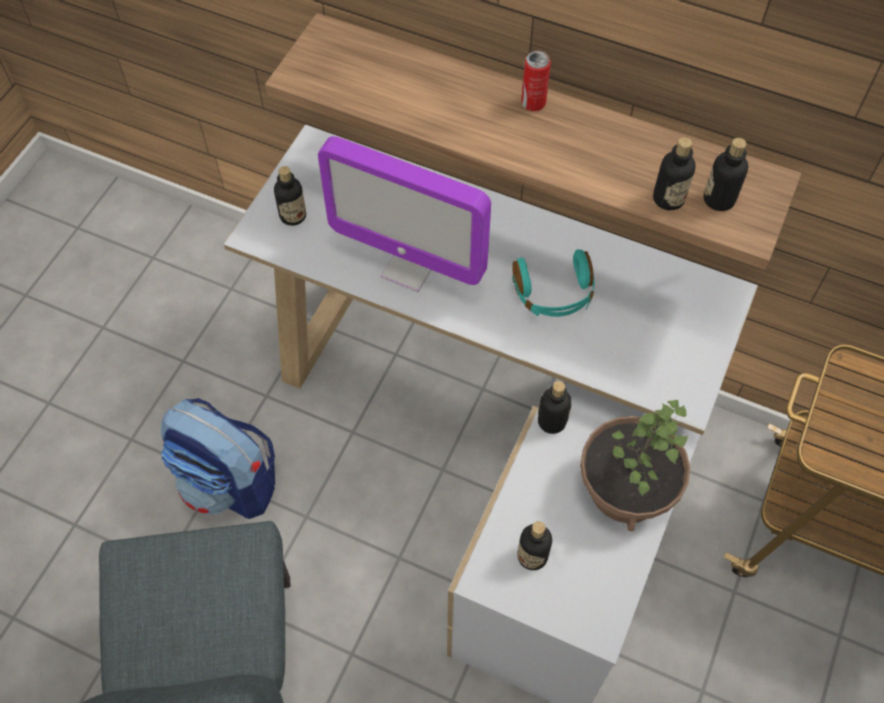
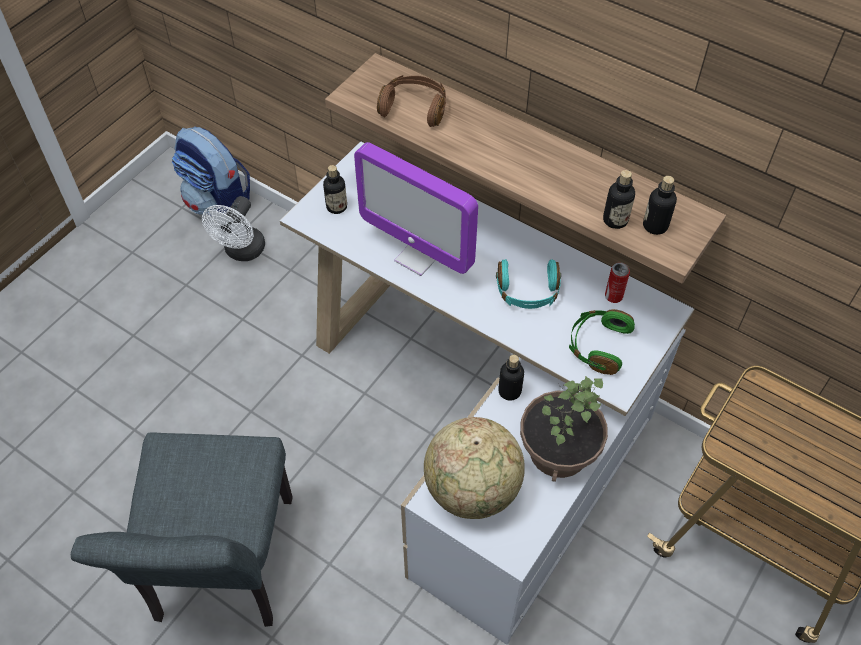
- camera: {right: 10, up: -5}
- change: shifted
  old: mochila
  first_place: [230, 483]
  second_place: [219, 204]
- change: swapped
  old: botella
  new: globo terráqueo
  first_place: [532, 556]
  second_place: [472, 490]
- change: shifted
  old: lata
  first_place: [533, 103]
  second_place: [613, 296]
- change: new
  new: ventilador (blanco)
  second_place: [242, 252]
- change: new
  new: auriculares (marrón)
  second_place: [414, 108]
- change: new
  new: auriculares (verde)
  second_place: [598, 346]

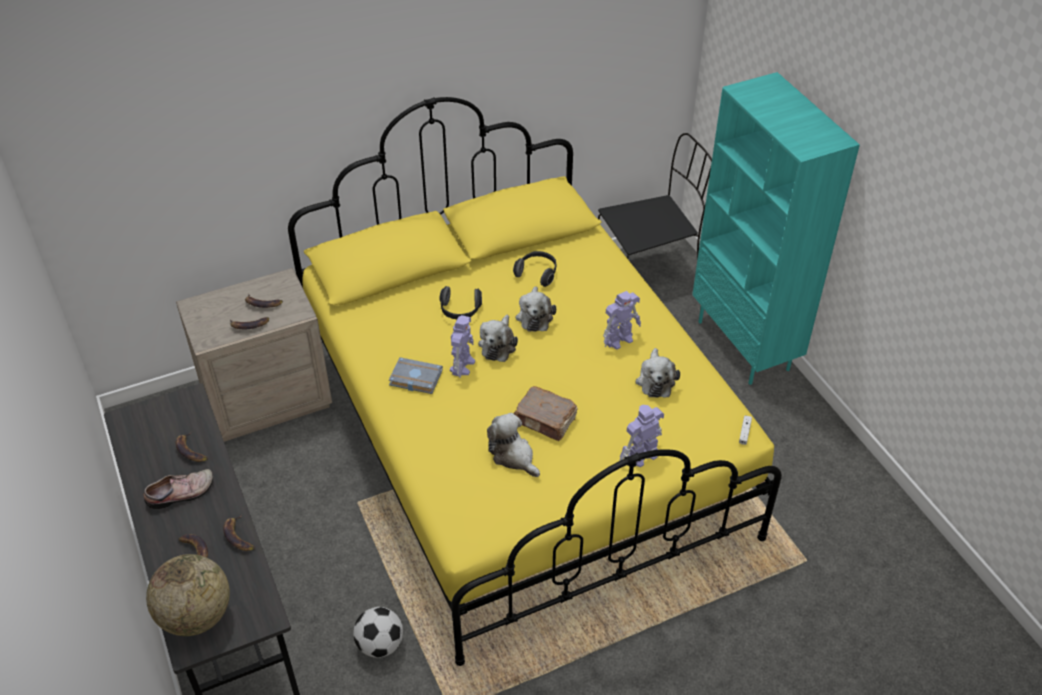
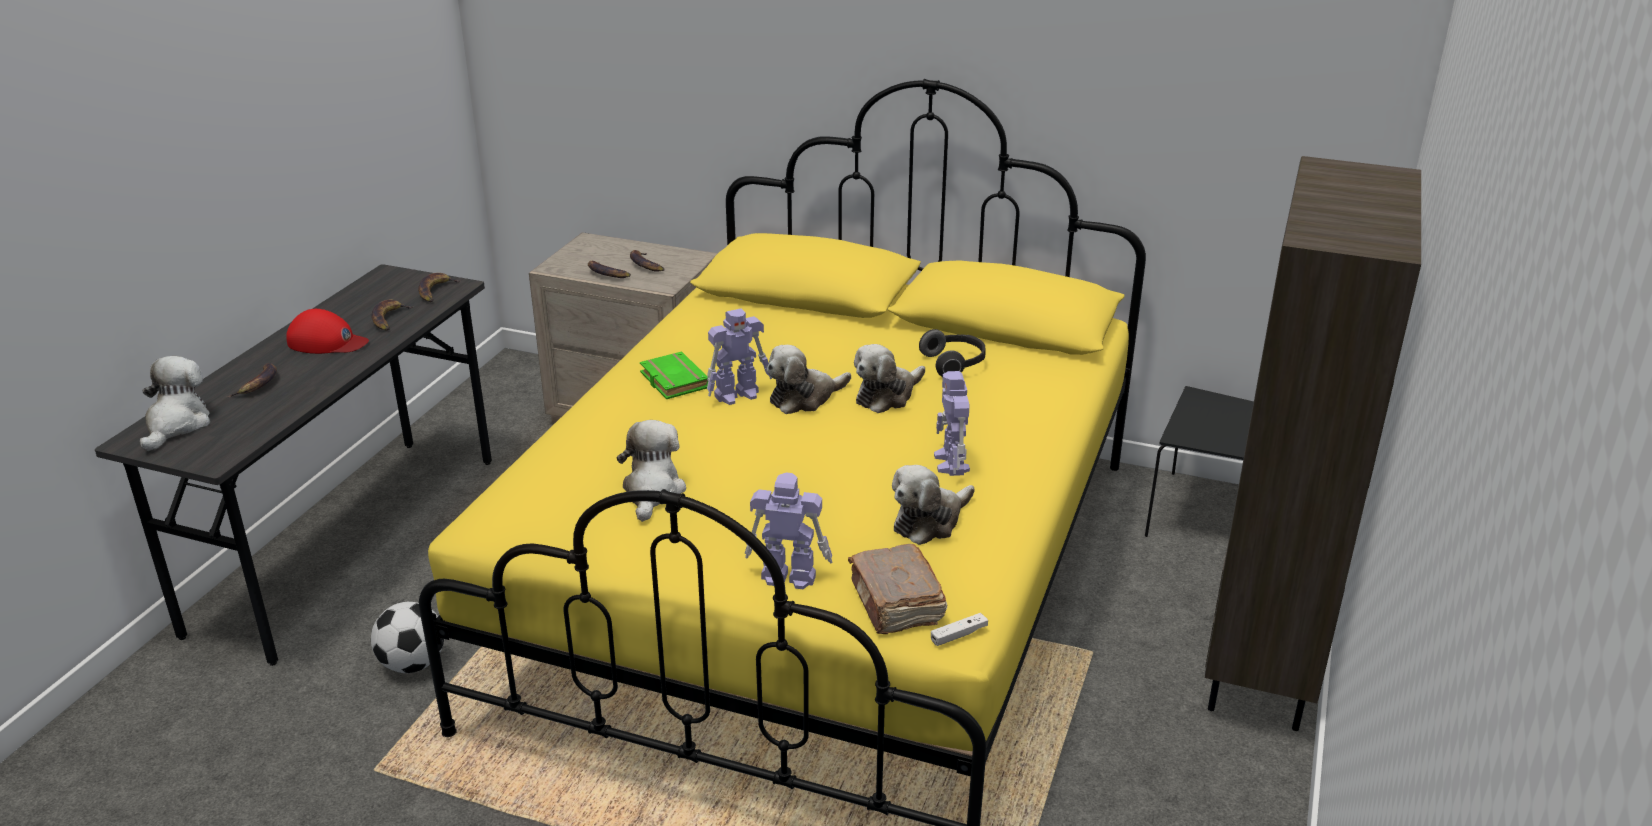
- camera: {right: 45, up: -15}
- change: swapped
  old: zapato
  new: gorra (rojo)
  first_place: [182, 494]
  second_place: [327, 342]
- change: swapped
  old: globo terráqueo
  new: peluche
  first_place: [196, 616]
  second_place: [177, 425]
- change: shifted
  old: plátano
  first_place: [238, 536]
  second_place: [436, 291]
- change: repainted
  old: libro (gris)
  new: libro (verde)
  first_place: [414, 379]
  second_place: [672, 380]
- change: gone
  old: auriculares
  first_place: [460, 311]
- change: shifted
  old: libro (marrón)
  first_place: [546, 421]
  second_place: [896, 604]
- change: rotated
  old: robot de juguete
  first_place: [619, 339]
  second_place: [951, 463]
  degrees: 75
- change: repainted
  old: estantería (turquesa)
  new: estantería (marrón)
  first_place: [744, 345]
  second_place: [1263, 665]

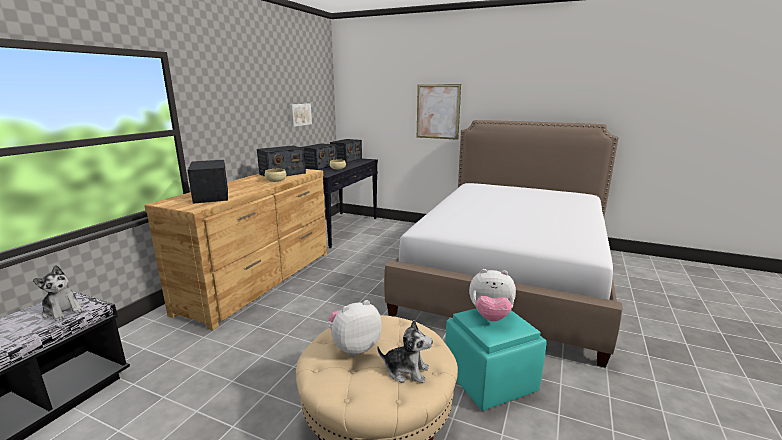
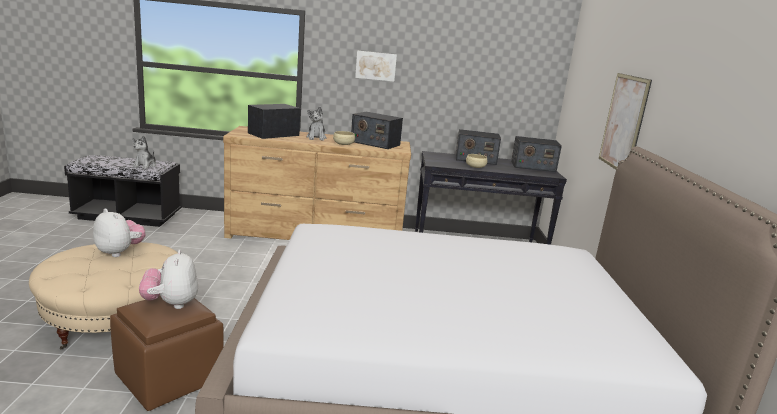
- camera: {right: 65, up: 0}
- change: shifted
  old: cuadro
  first_place: [299, 114]
  second_place: [376, 65]
- change: shifted
  old: peluche
  first_place: [406, 371]
  second_place: [316, 138]
- change: repainted
  old: puf (turquesa)
  new: puf (marrón)
  first_place: [488, 380]
  second_place: [169, 377]

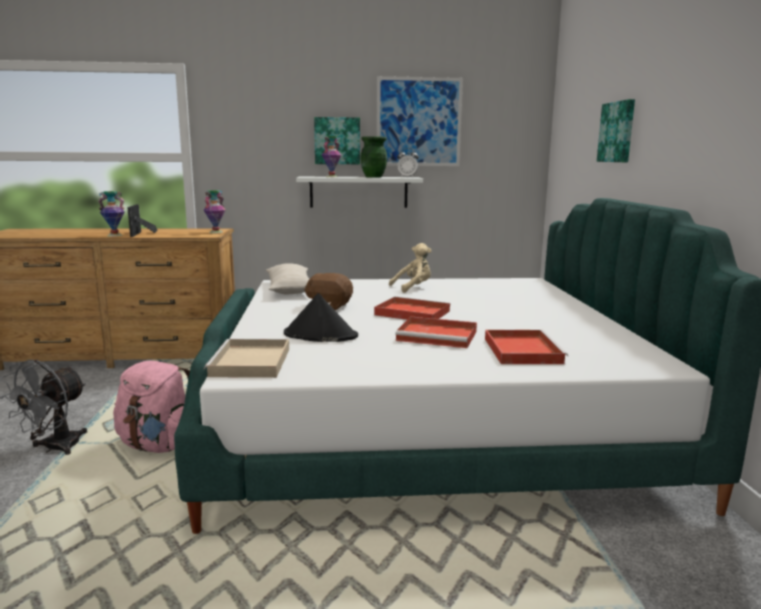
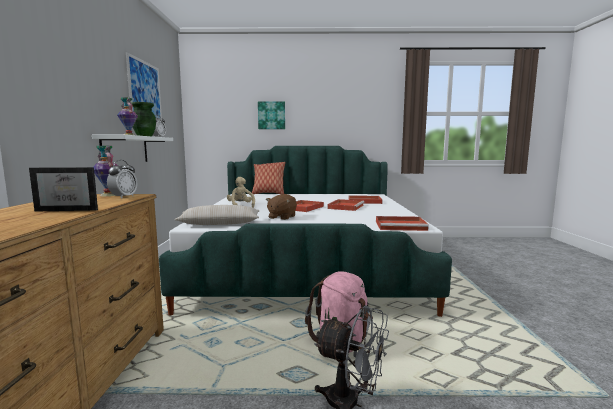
- camera: {right: -85, up: -5}
- change: gone
  old: florero
  first_place: [114, 235]
- change: repainted
  old: bandeja (beis)
  new: bandeja (rojo)
  first_place: [251, 363]
  second_place: [401, 226]
- change: gone
  old: sombrero (negro)
  first_place: [320, 335]
- change: gone
  old: cuadro
  first_place: [337, 141]
- change: new
  new: despertador
  second_place: [123, 197]
- change: new
  new: cojín
  second_place: [268, 193]

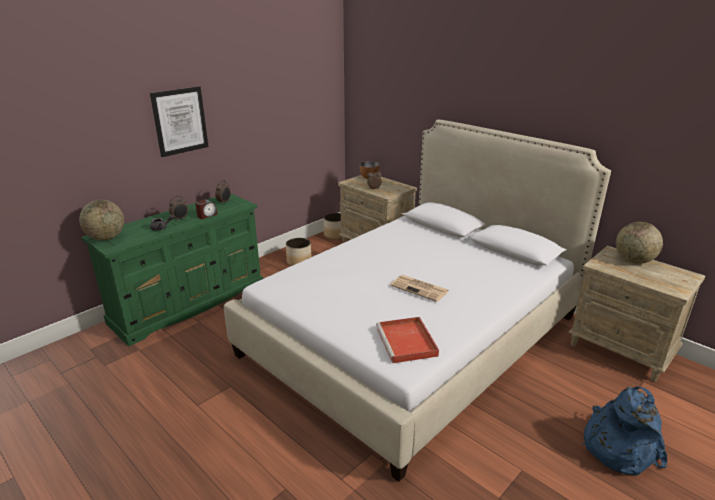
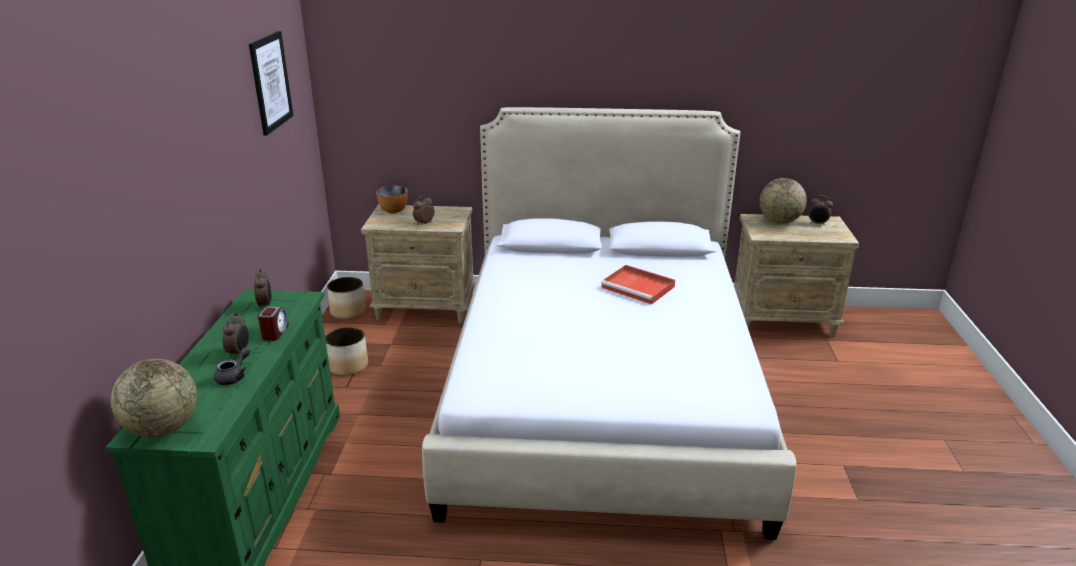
- camera: {right: -40, up: 0}
- change: shifted
  old: cuadro
  first_place: [180, 121]
  second_place: [270, 82]
- change: shifted
  old: bandeja (rojo)
  first_place: [407, 342]
  second_place: [639, 287]
- change: gone
  old: periódico
  first_place: [420, 288]
- change: gone
  old: mochila (azul)
  first_place: [617, 446]
- change: new
  new: despertador
  second_place: [817, 224]

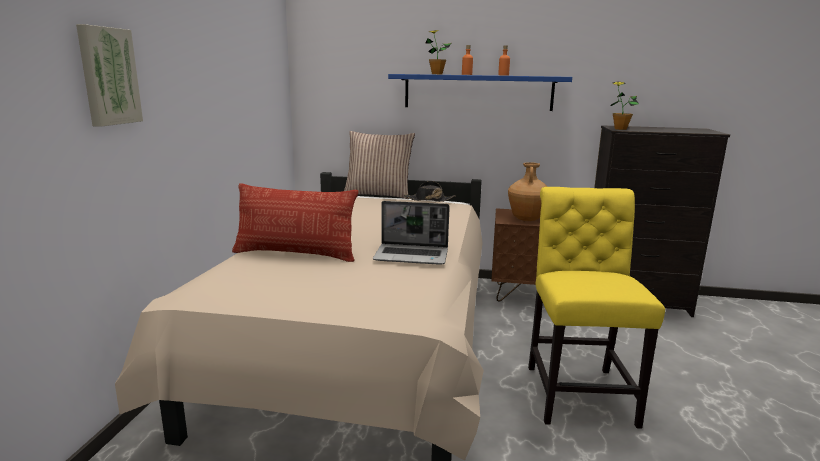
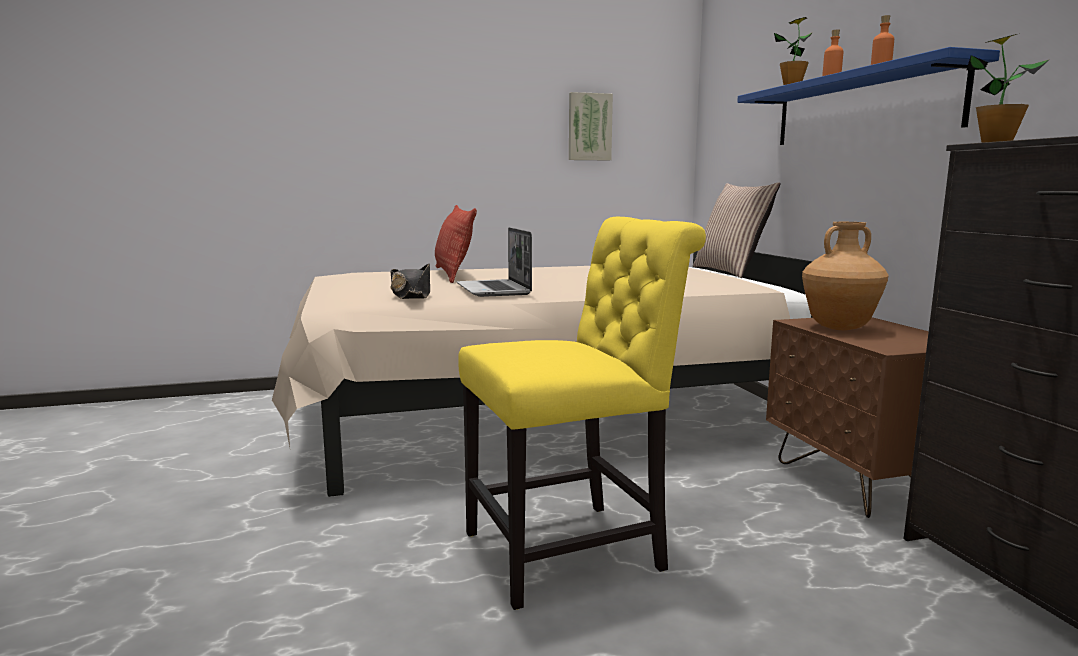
- camera: {right: 65, up: -5}
- change: shifted
  old: cuadro
  first_place: [108, 76]
  second_place: [589, 127]
- change: shifted
  old: sombrero (negro)
  first_place: [429, 200]
  second_place: [411, 295]

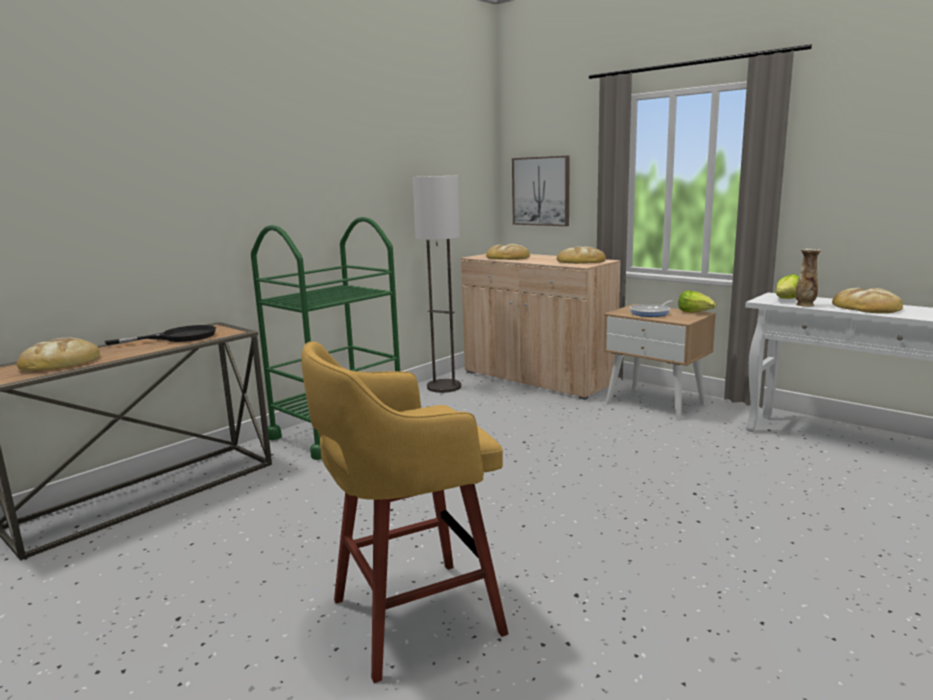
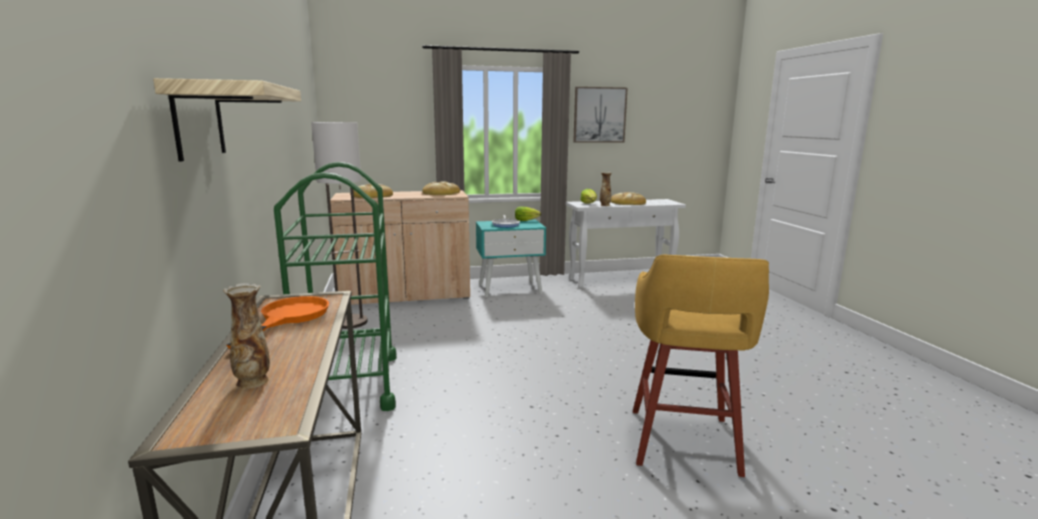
- camera: {right: -55, up: 0}
- change: swapped
  old: pan
  new: florero
  first_place: [61, 361]
  second_place: [253, 381]
- change: repainted
  old: sartén (negro)
  new: sartén (naranja)
  first_place: [178, 337]
  second_place: [288, 317]
- change: shifted
  old: cuadro
  first_place: [541, 191]
  second_place: [599, 115]
- change: repainted
  old: mesita de noche (beis)
  new: mesita de noche (turquesa)
  first_place: [655, 403]
  second_place: [510, 288]
- change: new
  new: estante
  second_place: [198, 121]

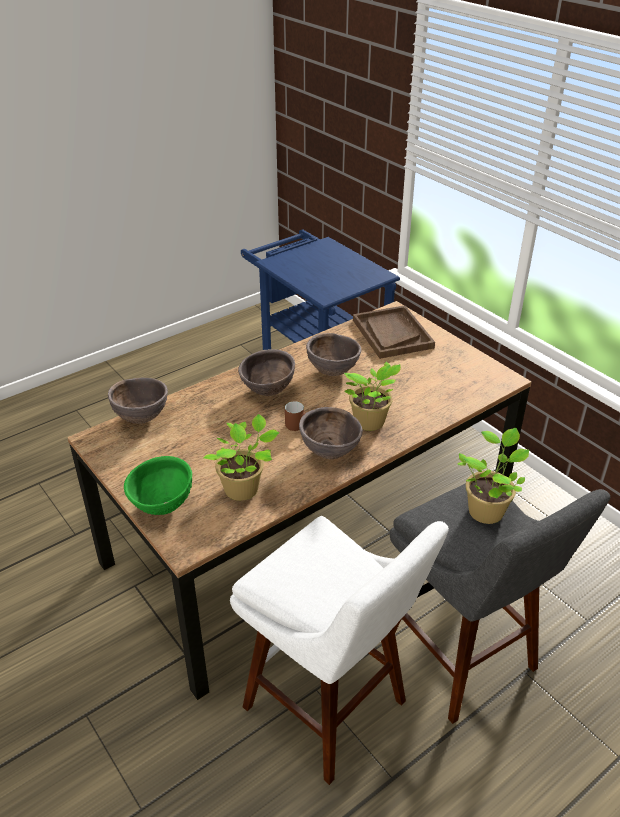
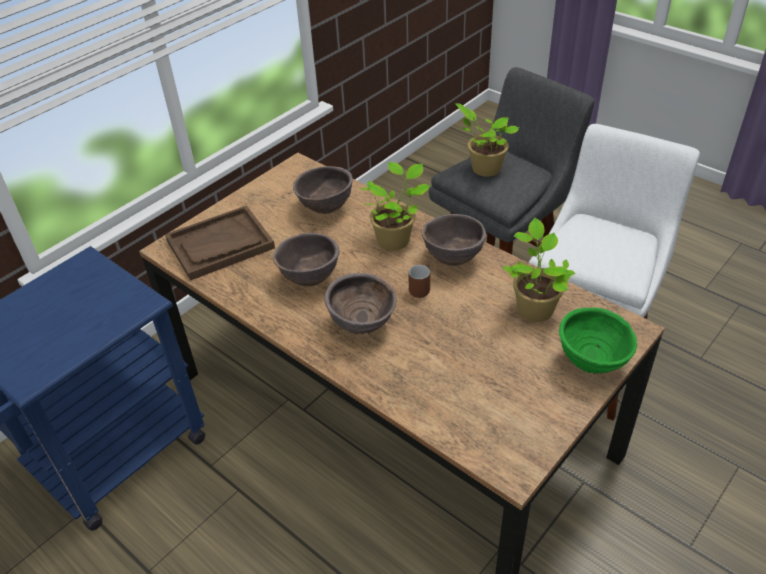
- camera: {right: -100, up: 5}
- change: shifted
  old: cuenco (marrón)
  first_place: [142, 418]
  second_place: [325, 209]

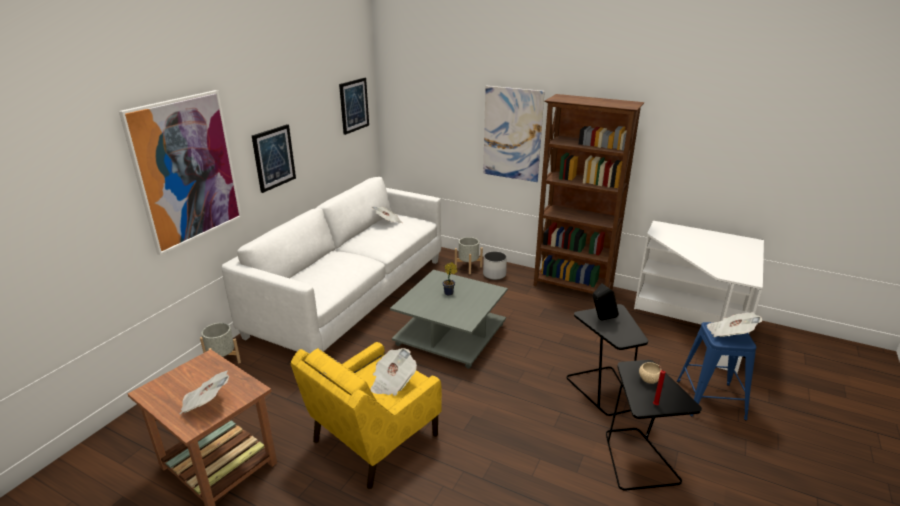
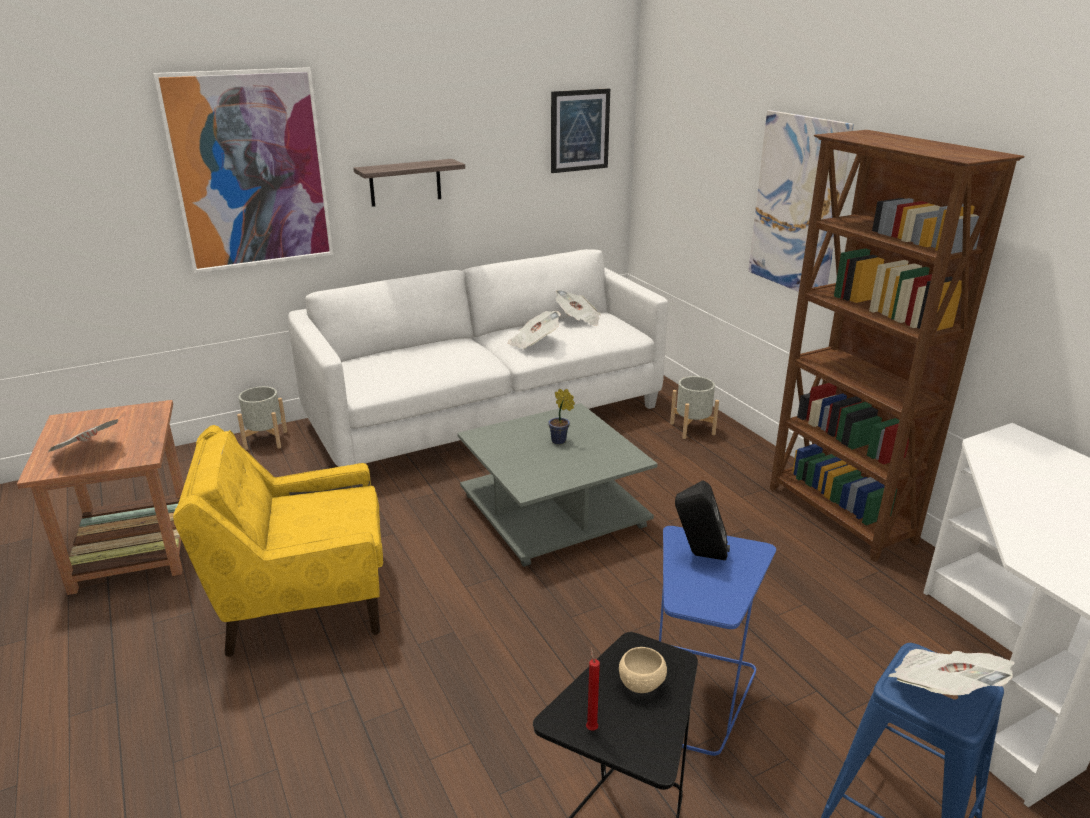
- camera: {right: 35, up: 0}
- change: swapped
  old: cuadro
  new: estante
  first_place: [273, 158]
  second_place: [405, 182]
- change: shifted
  old: periódico
  first_place: [392, 382]
  second_place: [534, 343]
- change: gone
  old: maceta (blanco)
  first_place: [494, 275]
- change: repainted
  old: mesa auxiliar (negro)
  new: mesa auxiliar (azul)
  first_place: [603, 390]
  second_place: [696, 696]

